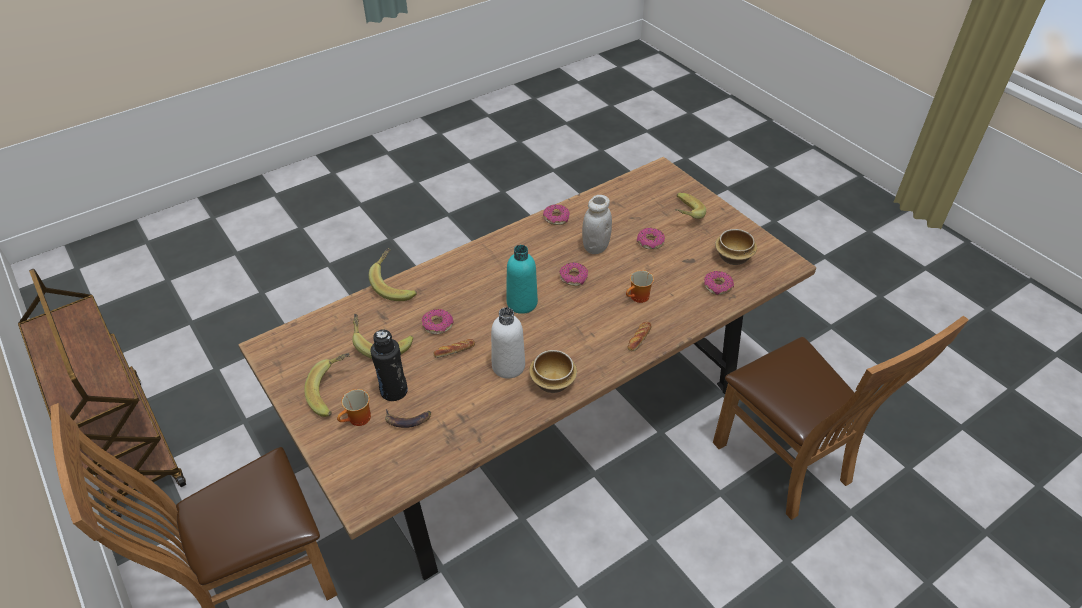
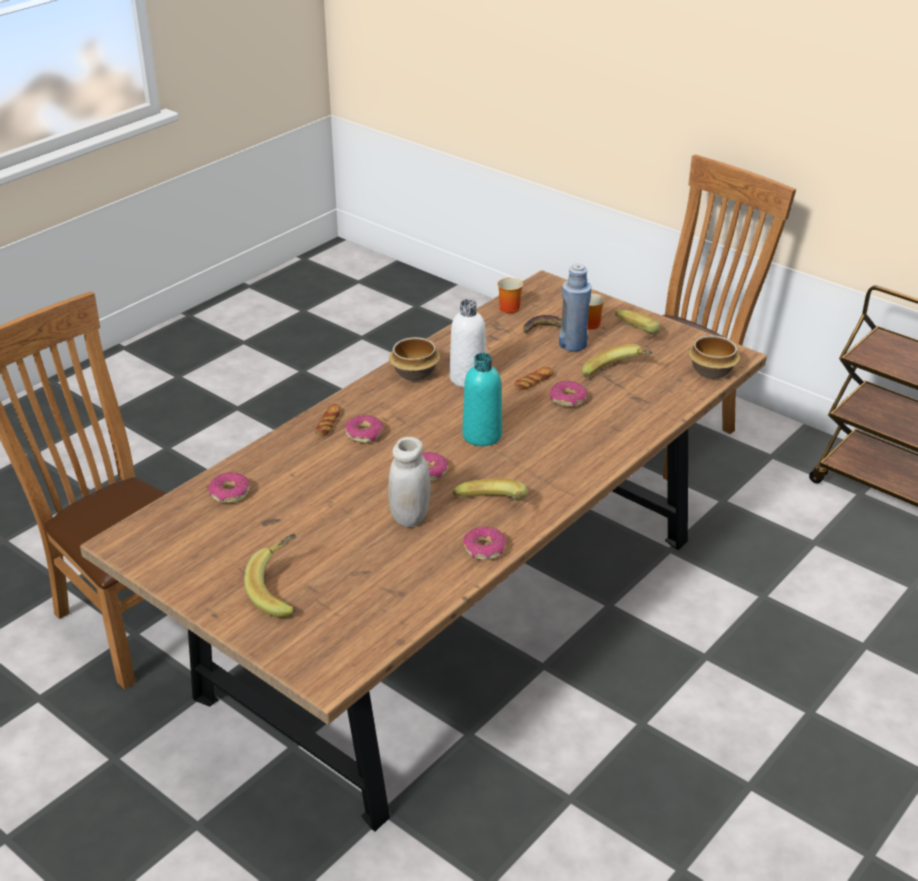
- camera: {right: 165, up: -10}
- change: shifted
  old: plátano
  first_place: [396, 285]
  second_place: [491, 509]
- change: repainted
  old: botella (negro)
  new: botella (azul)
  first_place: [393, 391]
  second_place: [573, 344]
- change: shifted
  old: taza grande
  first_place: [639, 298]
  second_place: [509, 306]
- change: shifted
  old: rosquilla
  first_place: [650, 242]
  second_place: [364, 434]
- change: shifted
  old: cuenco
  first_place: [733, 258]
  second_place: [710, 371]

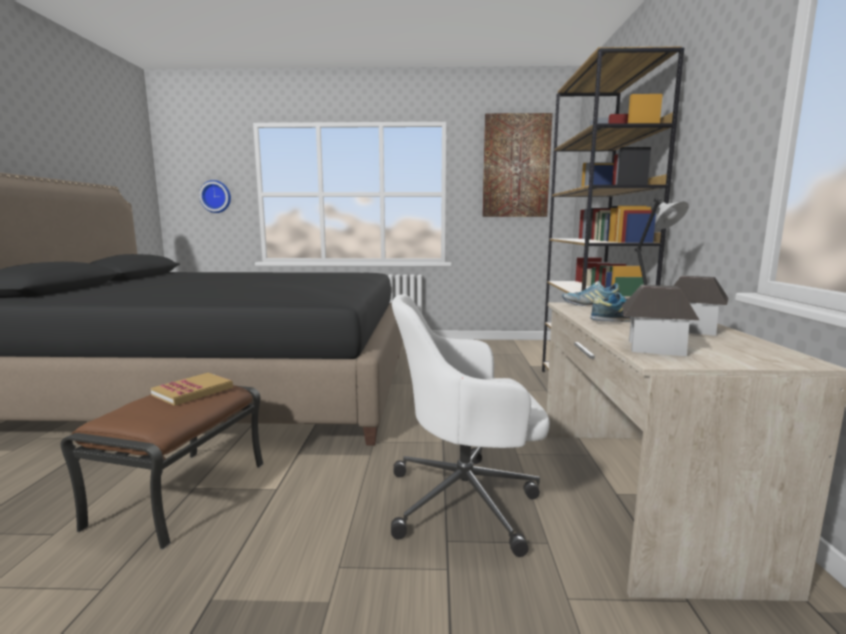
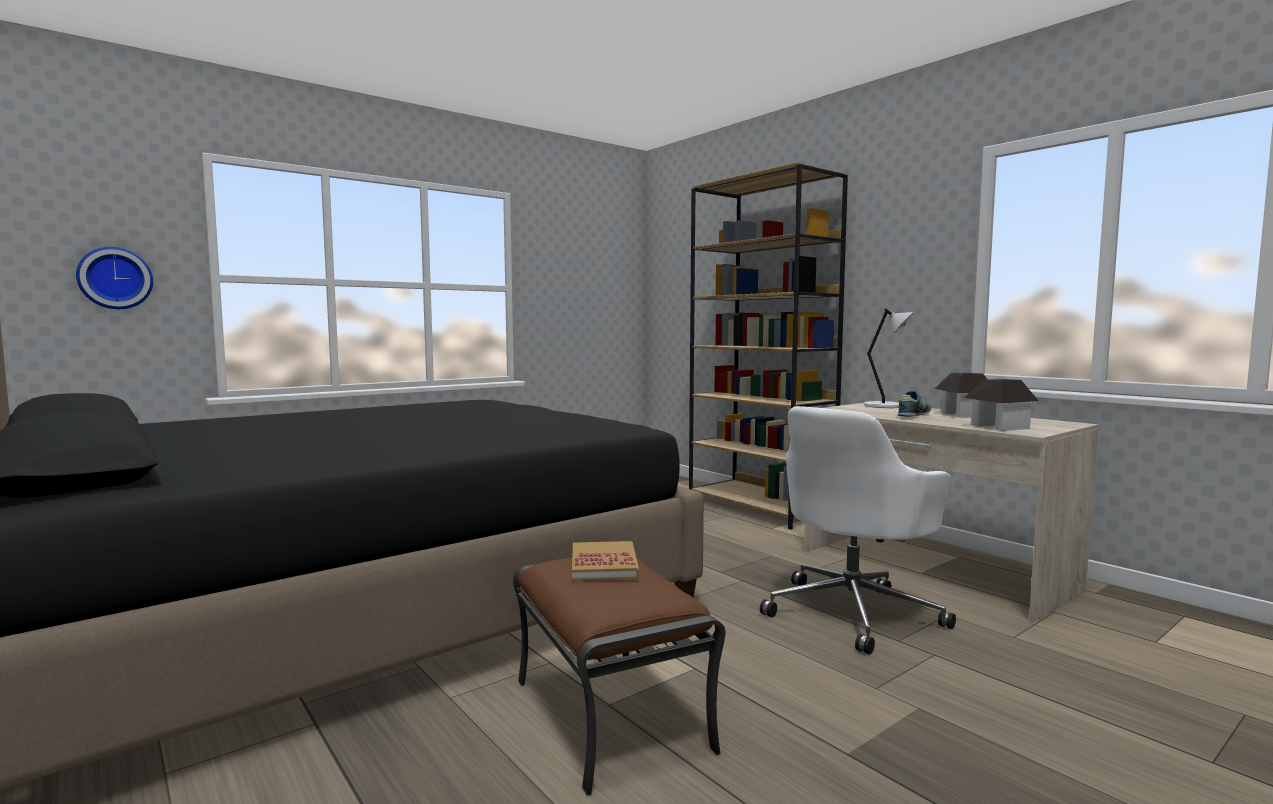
- camera: {right: -40, up: -5}
- change: gone
  old: cuadro
  first_place: [516, 166]
- change: gone
  old: zapato
  first_place: [590, 305]

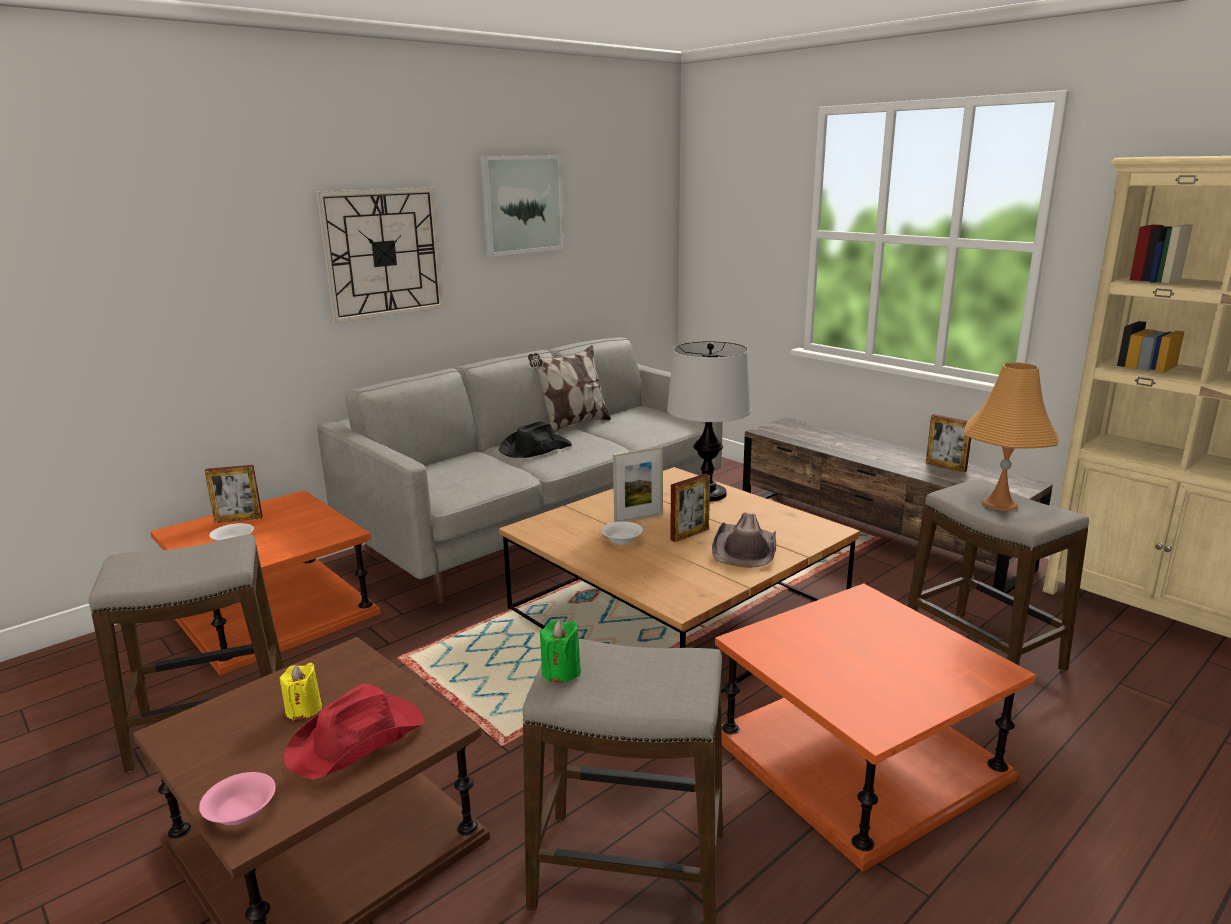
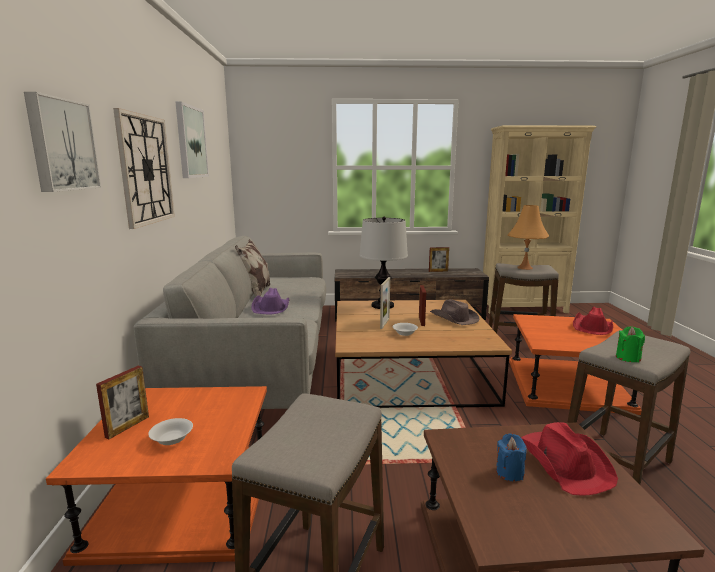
- camera: {right: -50, up: -5}
- change: gone
  old: cuenco (rosa)
  first_place: [240, 812]
- change: repainted
  old: vela (amarillo)
  new: vela (azul)
  first_place: [303, 709]
  second_place: [509, 472]
- change: repainted
  old: sombrero (negro)
  new: sombrero (morado)
  first_place: [534, 449]
  second_place: [271, 307]
- change: new
  new: cuadro
  second_place: [61, 145]
- change: new
  new: sombrero (rojo)
  second_place: [592, 327]

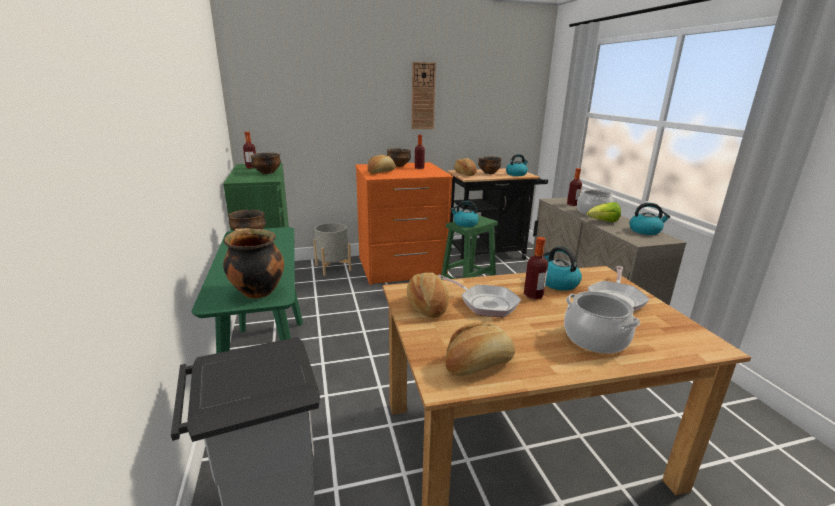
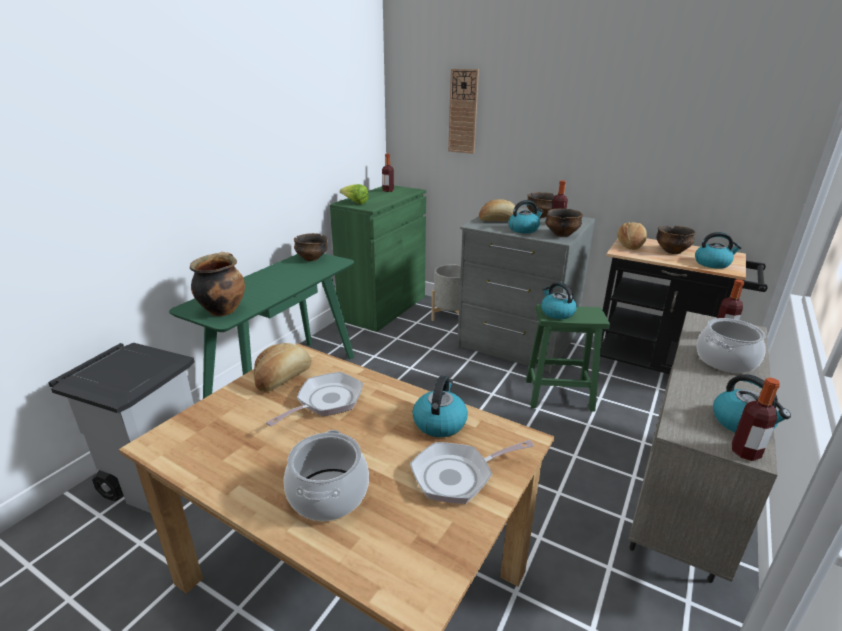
- camera: {right: 45, up: 5}
- change: shifted
  old: cuenco
  first_place: [267, 173]
  second_place: [561, 234]
- change: repainted
  old: cómoda (naranja)
  new: cómoda (gris)
  first_place: [401, 267]
  second_place: [517, 341]
- change: shifted
  old: reloj de pared
  first_place: [423, 96]
  second_place: [463, 112]
- change: rotated
  old: sartén
  first_place: [485, 303]
  second_place: [326, 401]
  degrees: -135
- change: gone
  old: pan
  first_place: [478, 364]
- change: shifted
  old: botella
  first_place: [533, 295]
  second_place: [745, 452]
- change: shifted
  old: lechuga
  first_place: [603, 222]
  second_place: [355, 202]
- change: new
  new: hervidor
  second_place: [524, 229]

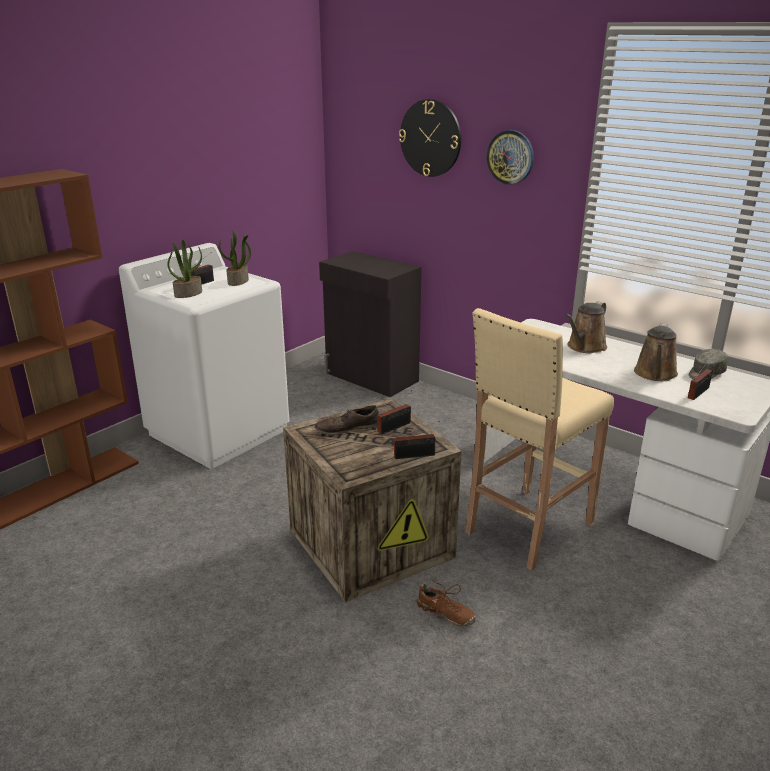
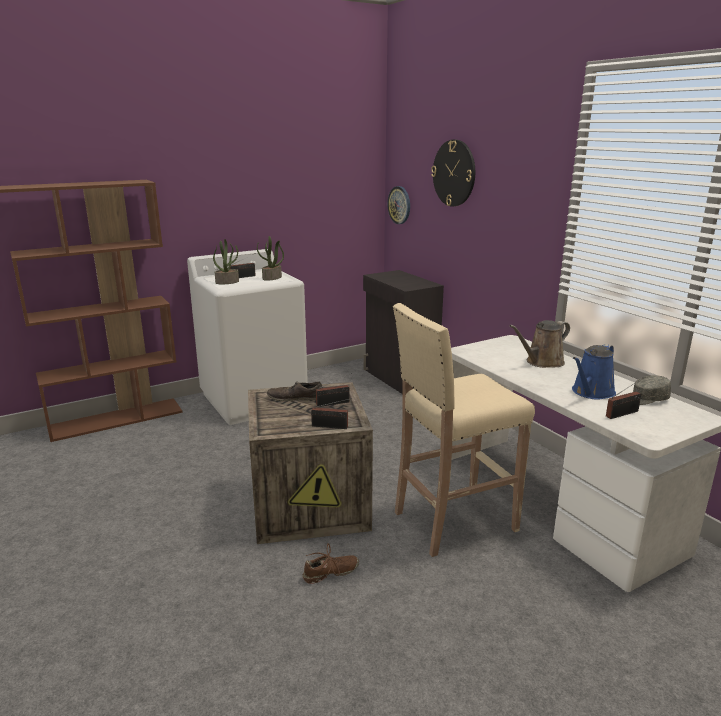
- camera: {right: 20, up: -5}
- change: rotated
  old: zapato (marrón)
  first_place: [445, 614]
  second_place: [331, 573]
  degrees: -75
- change: shifted
  old: reloj de pared
  first_place: [510, 157]
  second_place: [399, 205]
- change: repainted
  old: regadera (marrón)
  new: regadera (azul)
  first_place: [655, 374]
  second_place: [591, 392]

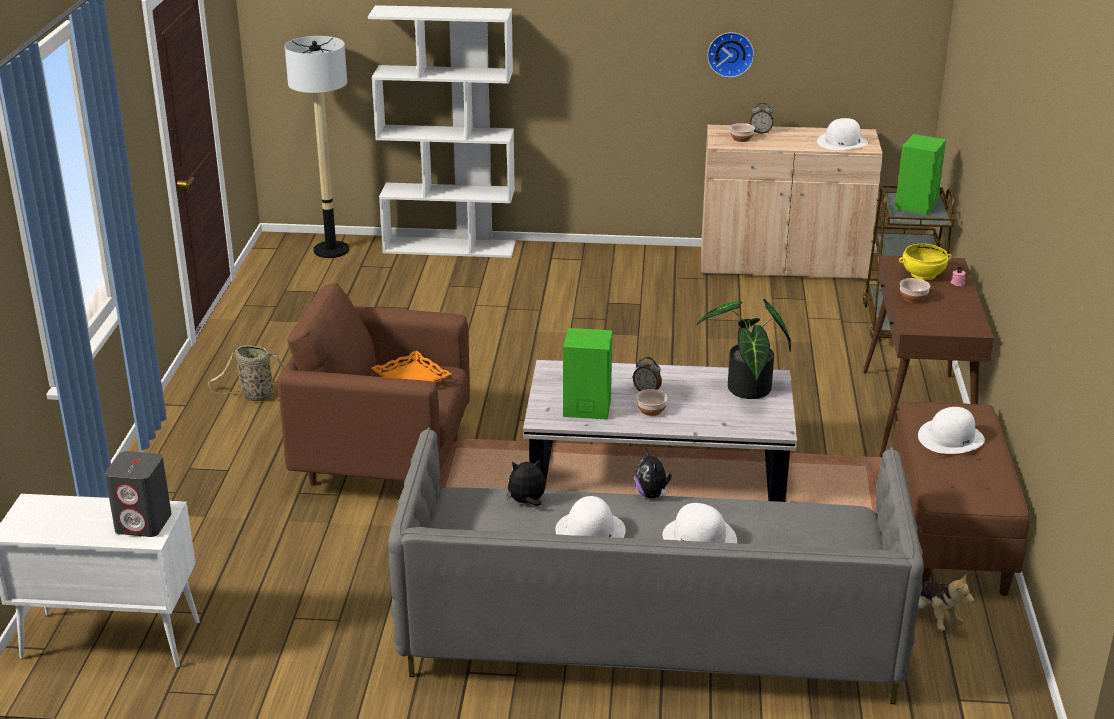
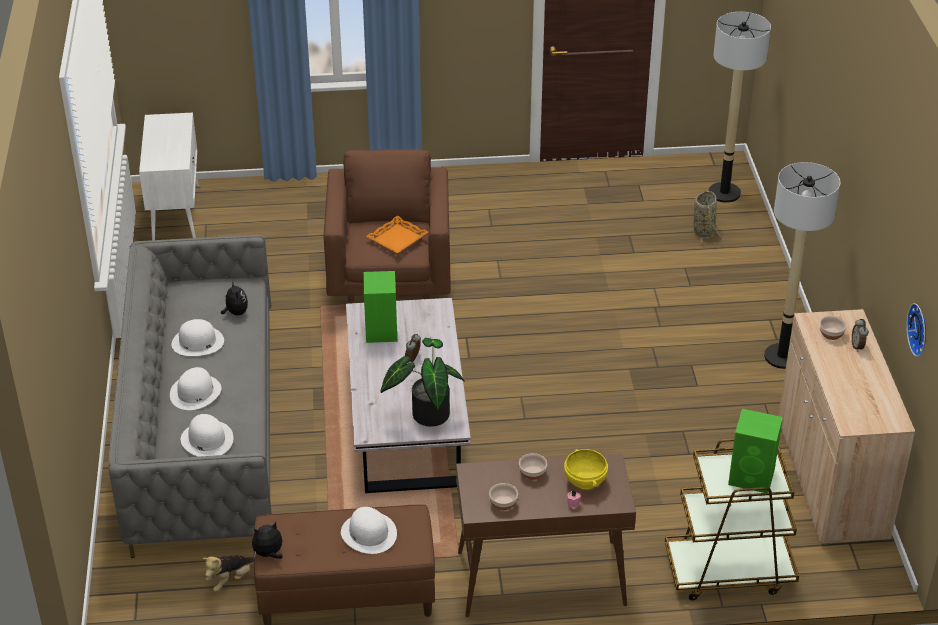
- camera: {right: 80, up: 10}
- change: gone
  old: altavoz (gris)
  first_place: [144, 523]
- change: shifted
  old: cesta
  first_place: [255, 395]
  second_place: [703, 230]
- change: gone
  old: estantería (blanco)
  first_place: [450, 247]
- change: shifted
  old: peluche
  first_place: [652, 495]
  second_place: [268, 554]
- change: shifted
  old: cuenco
  first_place: [650, 410]
  second_place: [503, 503]
- change: shifted
  old: reloj de pared
  first_place: [730, 53]
  second_place: [920, 329]
- change: shifted
  old: sombrero (blanco)
  first_place: [842, 142]
  second_place: [206, 439]
- change: new
  new: lámpara de pie
  second_place: [782, 357]

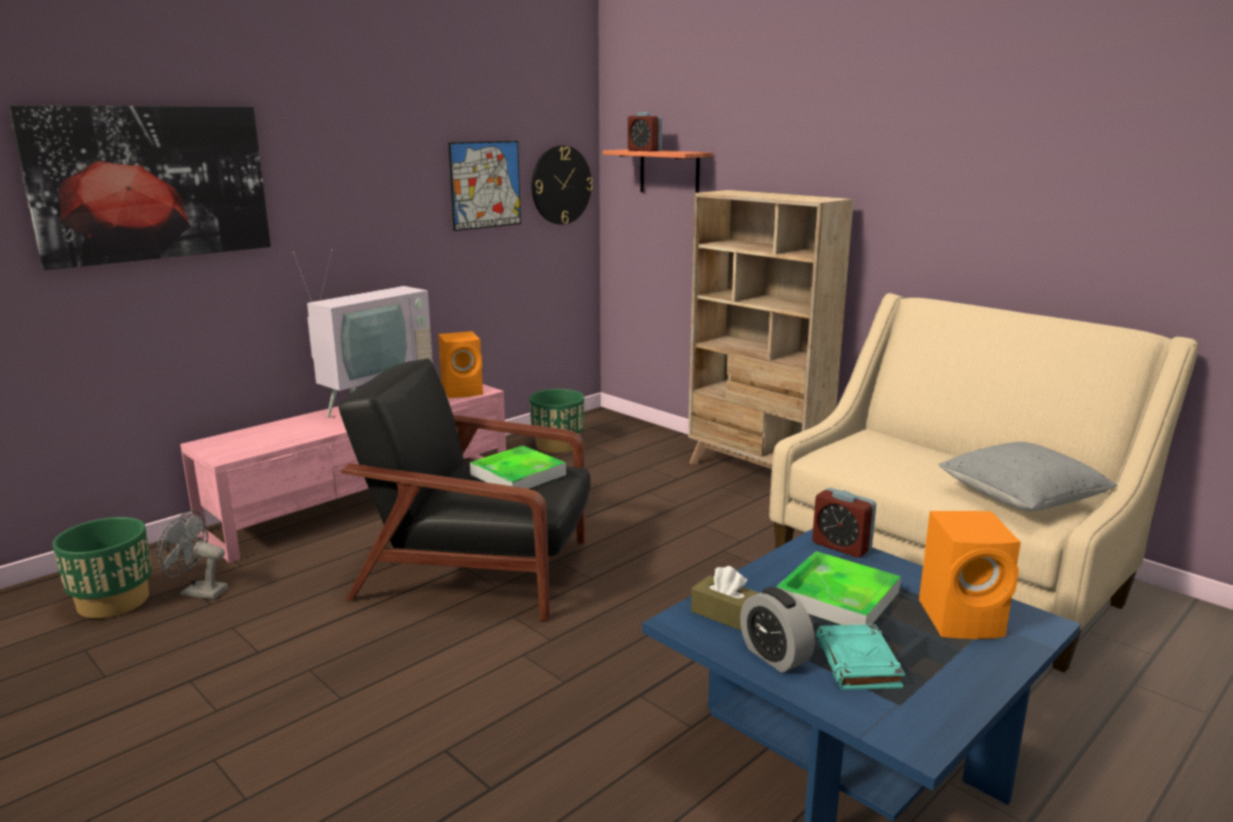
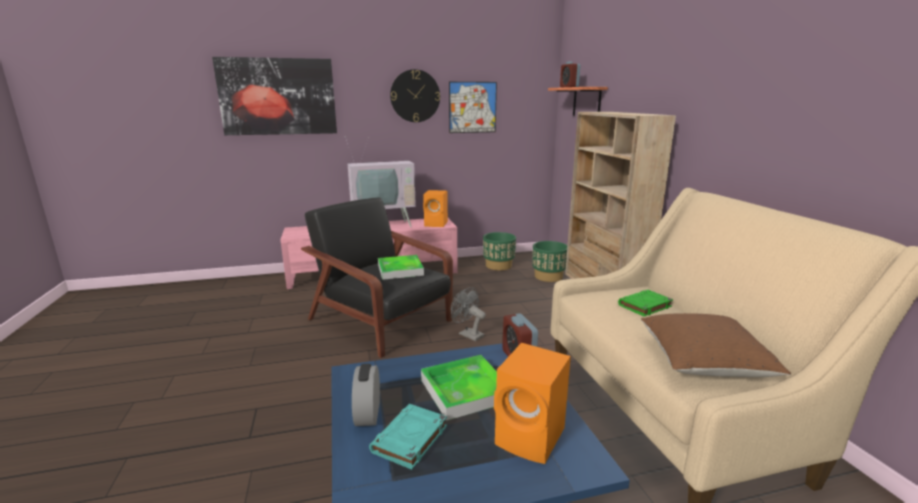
- camera: {right: 30, up: 0}
- change: shifted
  old: maceta (verde)
  first_place: [113, 602]
  second_place: [548, 277]
- change: shifted
  old: ventilador (gris)
  first_place: [197, 592]
  second_place: [468, 334]
- change: shifted
  old: reloj de pared
  first_place: [561, 185]
  second_place: [415, 96]
- change: gone
  old: caja de pañuelos (marrón)
  first_place: [725, 614]
- change: repainted
  old: cojín (gris)
  new: cojín (marrón)
  first_place: [1021, 499]
  second_place: [703, 363]
- change: new
  new: libro (verde)
  second_place: [644, 306]

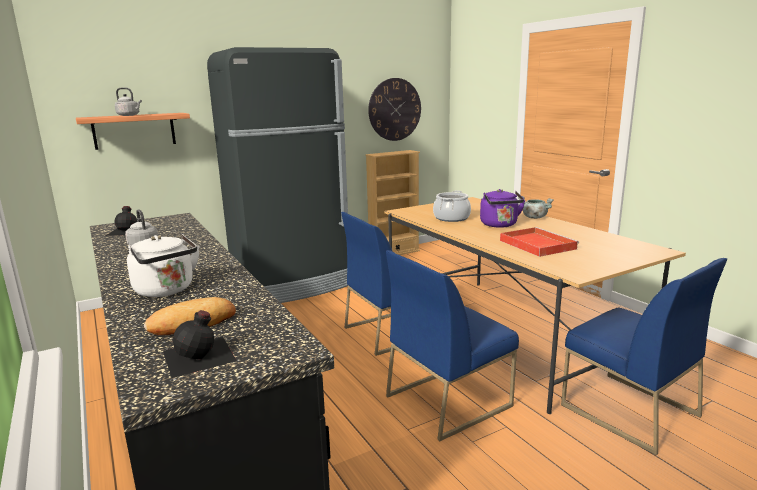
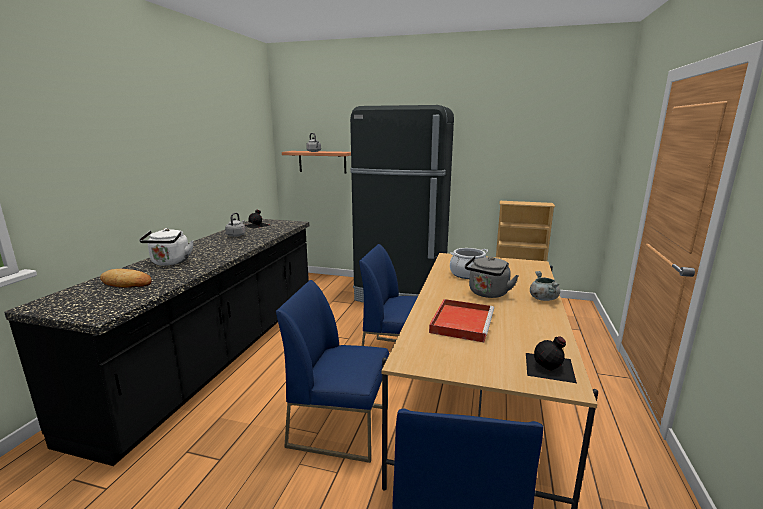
- camera: {right: 45, up: 0}
- change: shifted
  old: botella (negro)
  first_place: [200, 355]
  second_place: [550, 367]
- change: gone
  old: reloj de pared
  first_place: [394, 109]
- change: repainted
  old: hervidor (morado)
  new: hervidor (gris)
  first_place: [500, 225]
  second_place: [487, 294]

